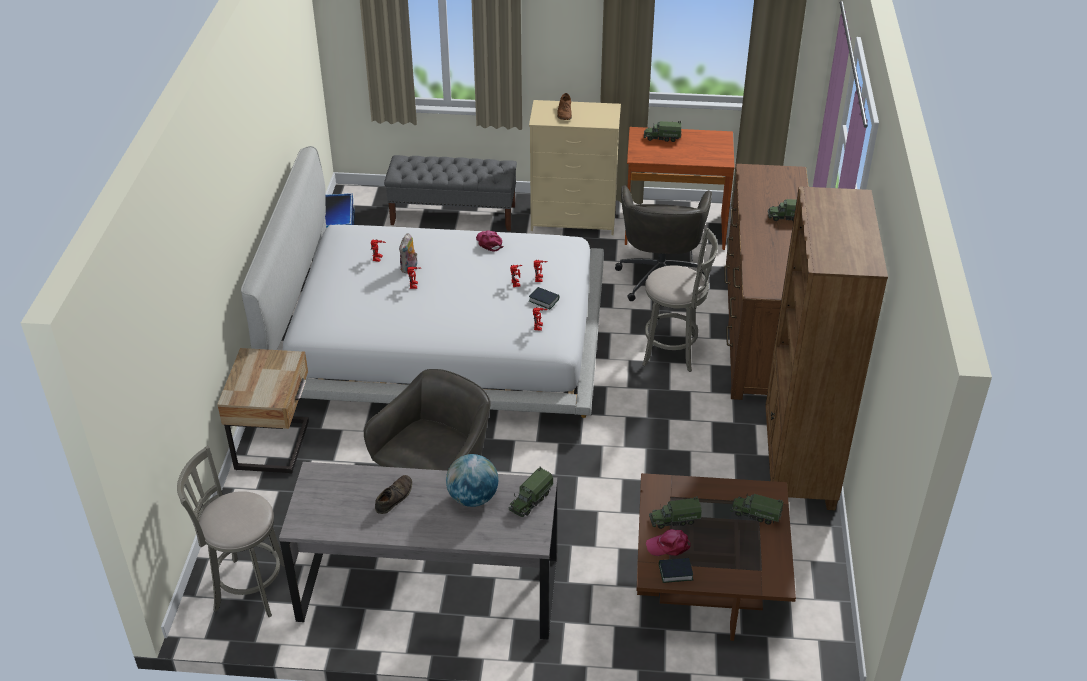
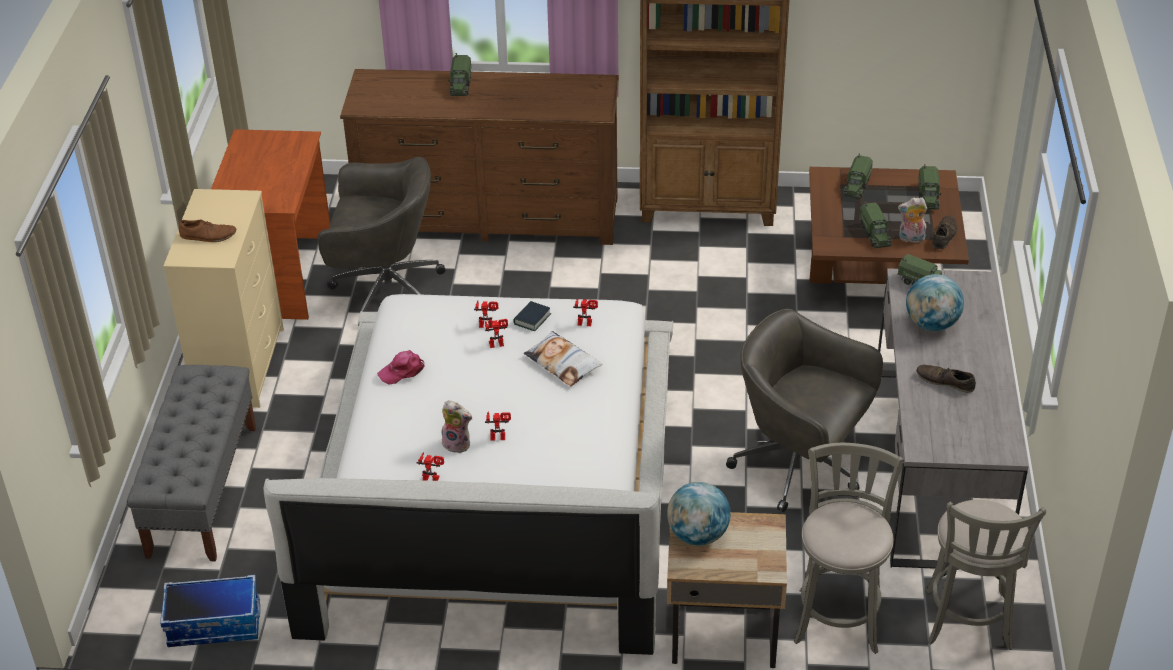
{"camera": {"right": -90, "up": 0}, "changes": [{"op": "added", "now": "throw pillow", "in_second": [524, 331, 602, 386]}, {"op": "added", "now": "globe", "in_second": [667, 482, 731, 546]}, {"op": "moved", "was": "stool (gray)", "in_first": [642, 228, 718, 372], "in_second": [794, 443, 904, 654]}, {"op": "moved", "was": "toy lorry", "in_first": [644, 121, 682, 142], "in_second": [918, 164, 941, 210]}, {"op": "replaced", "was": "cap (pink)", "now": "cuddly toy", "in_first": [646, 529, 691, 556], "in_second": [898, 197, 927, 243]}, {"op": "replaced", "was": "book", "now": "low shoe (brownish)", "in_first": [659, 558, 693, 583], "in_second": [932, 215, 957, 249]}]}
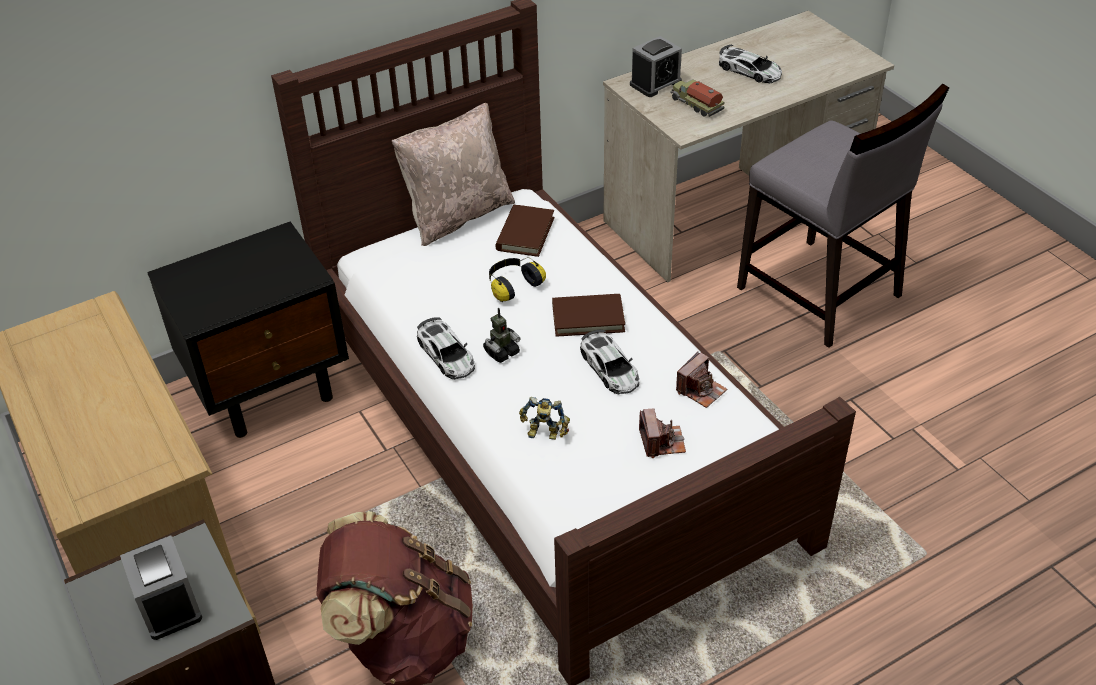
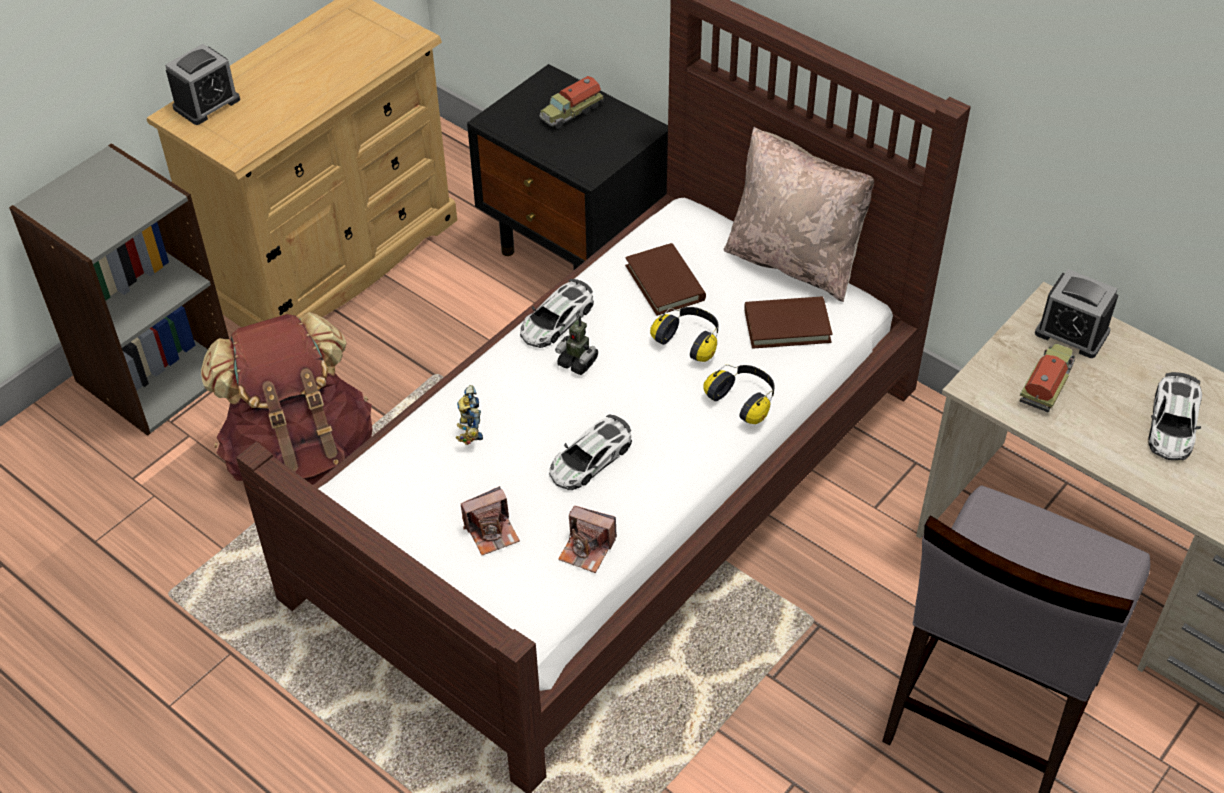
{"camera": {"right": 70, "up": 5}, "changes": [{"op": "added", "now": "toy lorry", "in_second": [539, 76, 604, 129]}, {"op": "added", "now": "pair of headphones", "in_second": [703, 365, 775, 424]}, {"op": "moved", "was": "bedside clock", "in_first": [120, 536, 202, 640], "in_second": [165, 44, 240, 125]}, {"op": "moved", "was": "book (brownish)", "in_first": [552, 294, 625, 337], "in_second": [625, 243, 706, 316]}]}
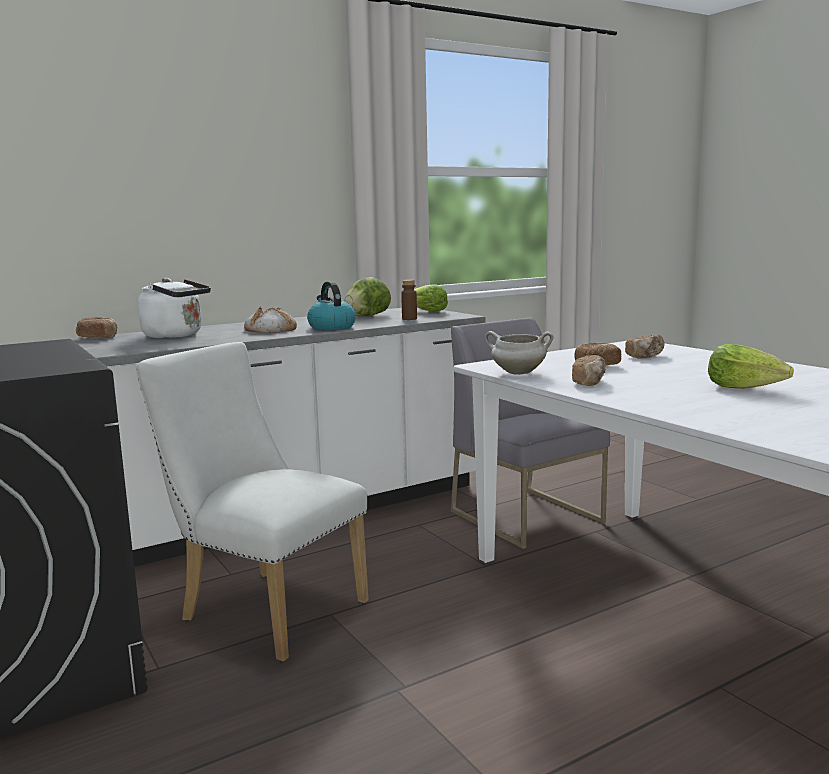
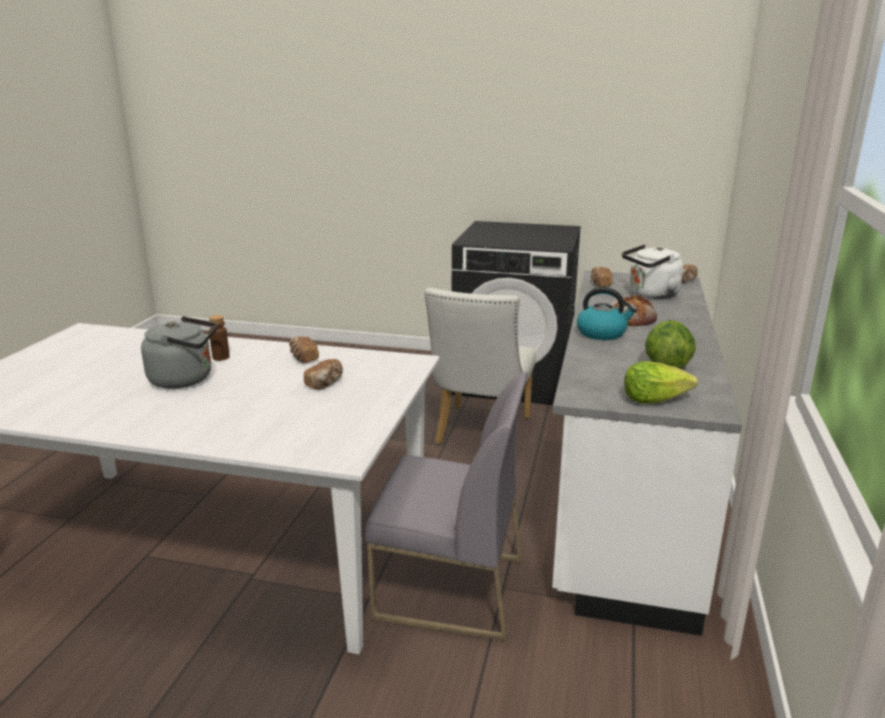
{"camera": {"right": 135, "up": 10}, "changes": [{"op": "removed", "was": "stockpot (white)", "in_first": [485, 331, 554, 375]}, {"op": "moved", "was": "beverage bottle (brownish)", "in_first": [401, 280, 417, 320], "in_second": [209, 315, 230, 361]}, {"op": "moved", "was": "bakery bread", "in_first": [625, 334, 665, 359], "in_second": [591, 267, 613, 287]}, {"op": "replaced", "was": "lettuce", "now": "kettle (gray)", "in_first": [708, 344, 794, 389], "in_second": [141, 316, 217, 389]}, {"op": "turned", "was": "plain chair (white)", "in_first": [136, 342, 369, 662], "in_second": [425, 288, 536, 444], "clockwise": 120}]}
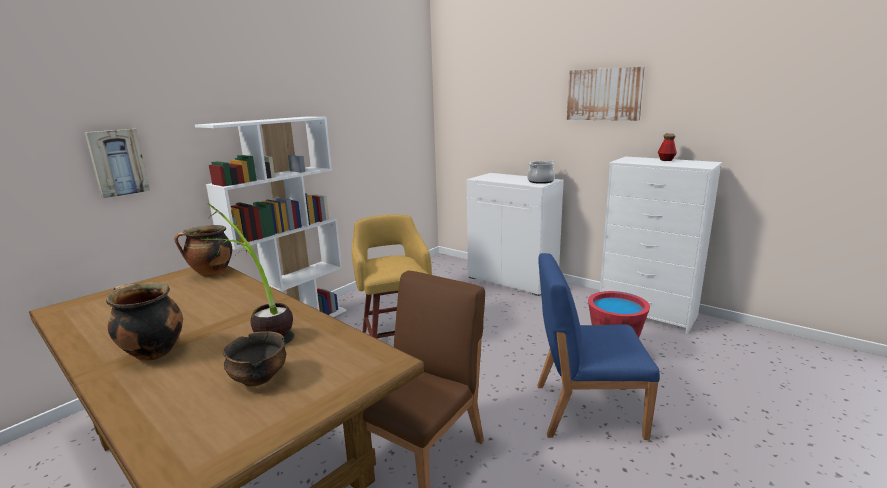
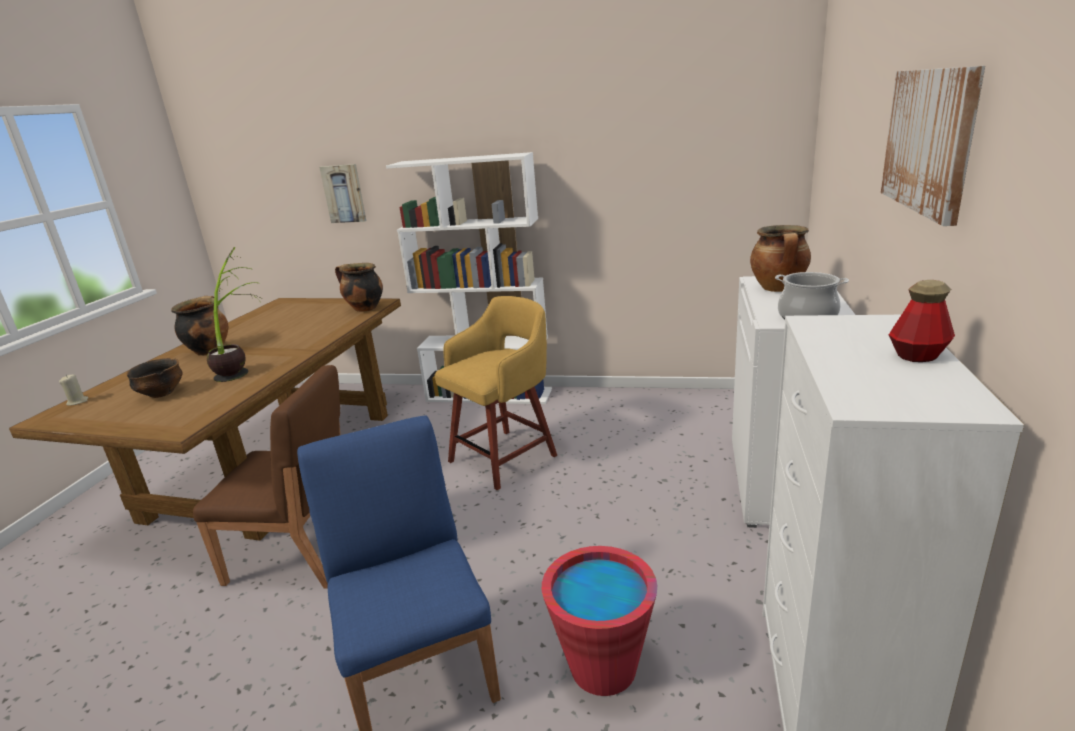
{"camera": {"right": 65, "up": 5}, "changes": [{"op": "added", "now": "wax candle (beige-coloured)", "in_second": [59, 374, 88, 406]}, {"op": "added", "now": "stockpot", "in_second": [750, 225, 811, 292]}]}
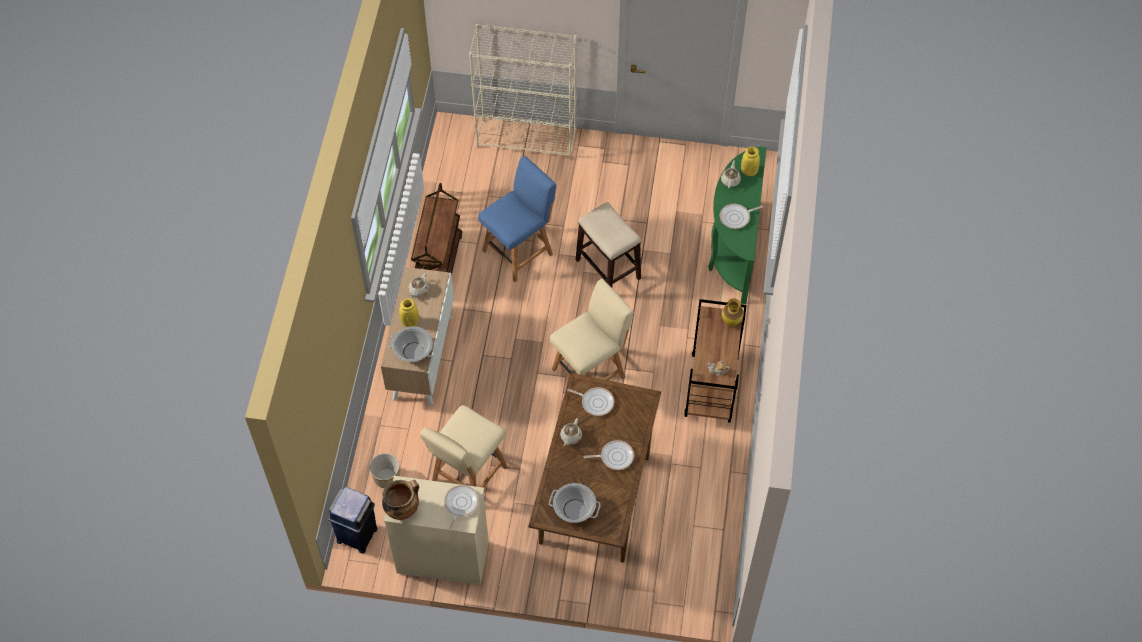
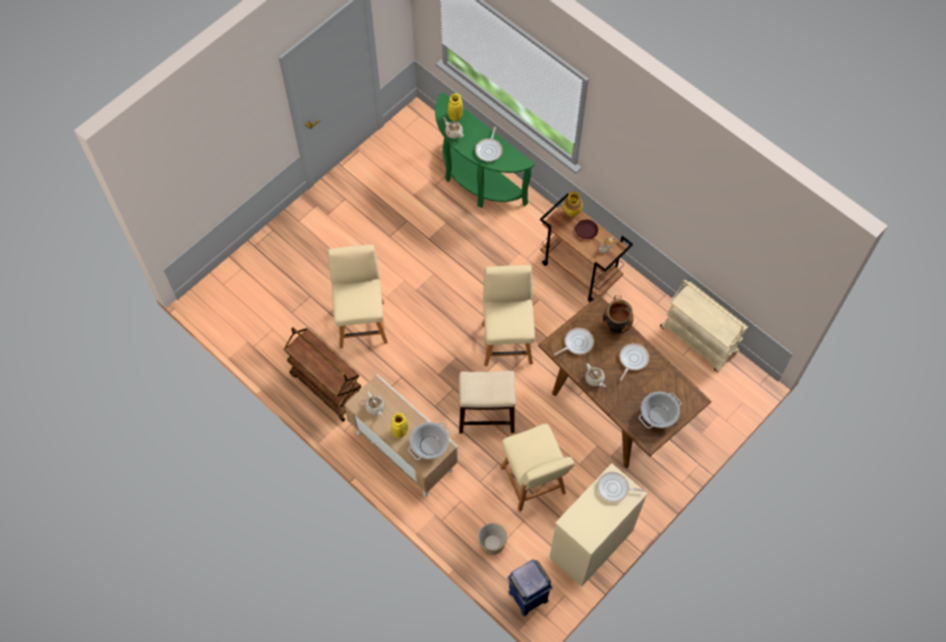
{"camera": {"right": -55, "up": 5}, "changes": [{"op": "removed", "was": "bookshelf (beige-coloured)", "in_first": [469, 24, 577, 159]}, {"op": "added", "now": "dinner plate (brownish)", "in_second": [575, 219, 598, 239]}, {"op": "added", "now": "cart (beige-coloured)", "in_second": [660, 280, 748, 372]}, {"op": "moved", "was": "stockpot", "in_first": [382, 480, 419, 520], "in_second": [603, 295, 634, 333]}, {"op": "moved", "was": "stool", "in_first": [576, 202, 641, 287], "in_second": [459, 371, 516, 434]}, {"op": "recoloured", "was": "plain chair (blue)", "now": "plain chair (beige-coloured)", "in_first": [478, 156, 556, 282], "in_second": [328, 245, 388, 348]}, {"op": "turned", "was": "frying pan", "in_first": [444, 485, 479, 531], "in_second": [597, 472, 646, 502], "clockwise": -45}]}
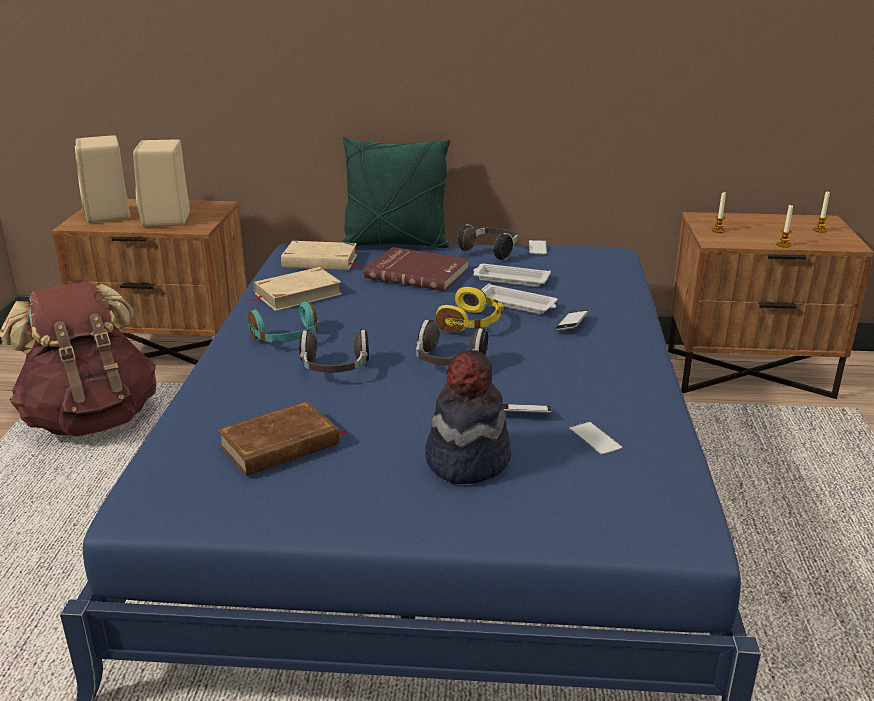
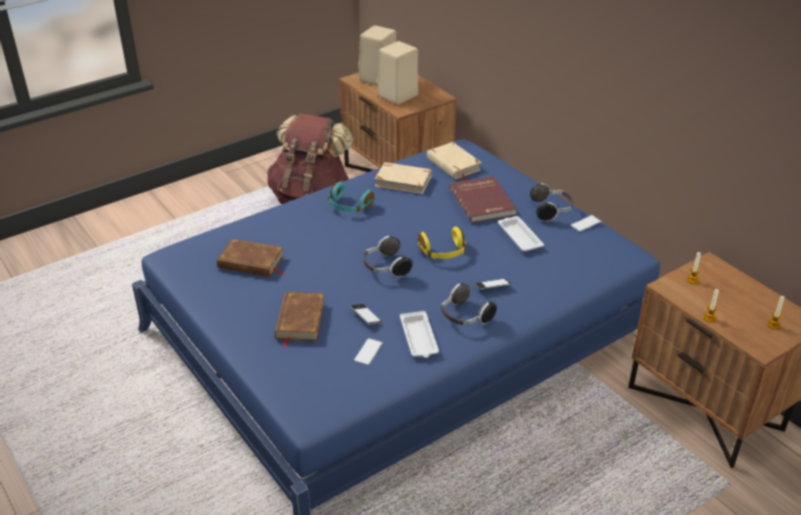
{"camera": {"right": 50, "up": 10}, "changes": [{"op": "removed", "was": "throw pillow (green)", "in_first": [341, 137, 450, 248]}, {"op": "moved", "was": "pair of headphones", "in_first": [299, 329, 369, 373], "in_second": [441, 283, 497, 325]}, {"op": "moved", "was": "carrying tray (white)", "in_first": [481, 283, 557, 314], "in_second": [400, 311, 439, 358]}, {"op": "replaced", "was": "hat", "now": "book (brownish)", "in_first": [425, 350, 511, 484], "in_second": [275, 292, 325, 348]}]}
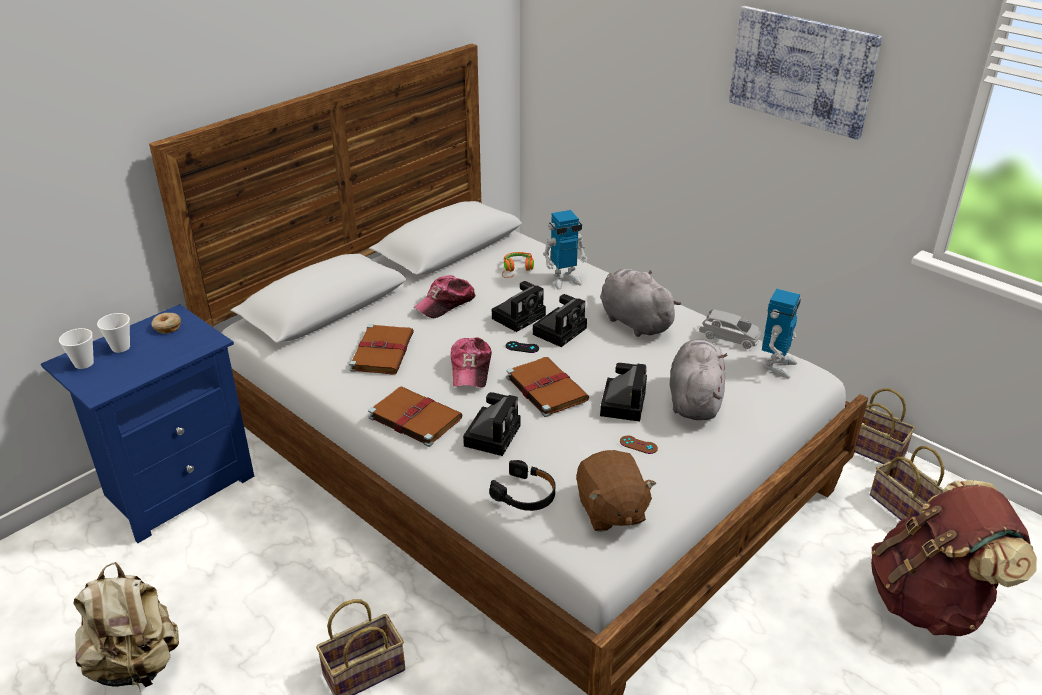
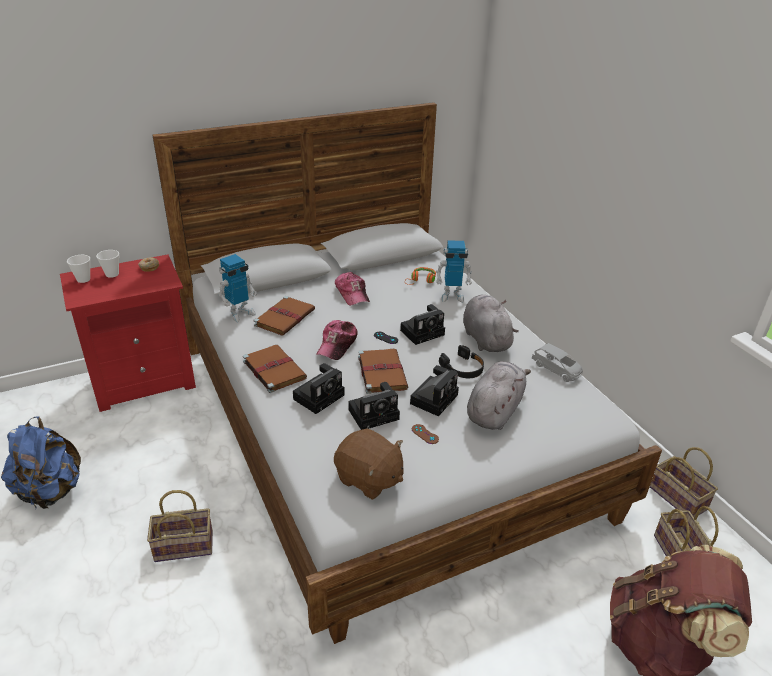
{"camera": {"right": 20, "up": 0}, "changes": [{"op": "removed", "was": "wall art", "in_first": [729, 6, 882, 140]}, {"op": "moved", "was": "pair of headphones (black)", "in_first": [489, 460, 555, 511], "in_second": [439, 345, 484, 378]}, {"op": "moved", "was": "photo camera", "in_first": [492, 281, 546, 332], "in_second": [348, 382, 400, 430]}, {"op": "moved", "was": "model robot", "in_first": [762, 289, 801, 378], "in_second": [218, 254, 257, 322]}, {"op": "recoloured", "was": "night table (blue)", "now": "night table (red)", "in_first": [41, 304, 254, 543], "in_second": [60, 255, 196, 412]}, {"op": "recoloured", "was": "knapsack (beige-coloured)", "now": "knapsack (blue)", "in_first": [73, 562, 179, 689], "in_second": [1, 416, 81, 509]}, {"op": "turned", "was": "cap", "in_first": [413, 275, 476, 318], "in_second": [335, 272, 370, 306], "clockwise": -90}, {"op": "turned", "was": "cuddly toy (brownish)", "in_first": [576, 450, 656, 532], "in_second": [334, 428, 403, 500], "clockwise": -60}]}
